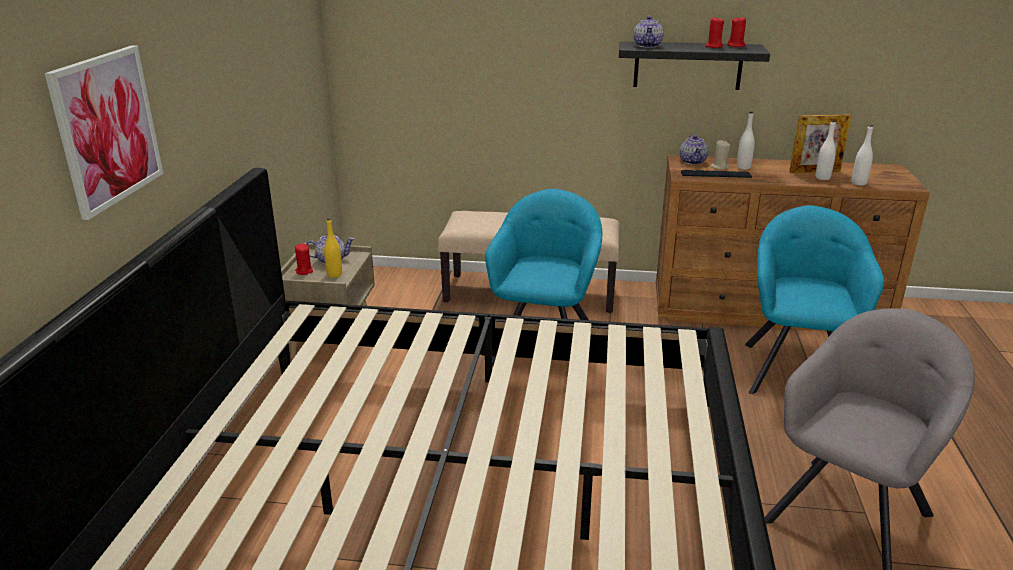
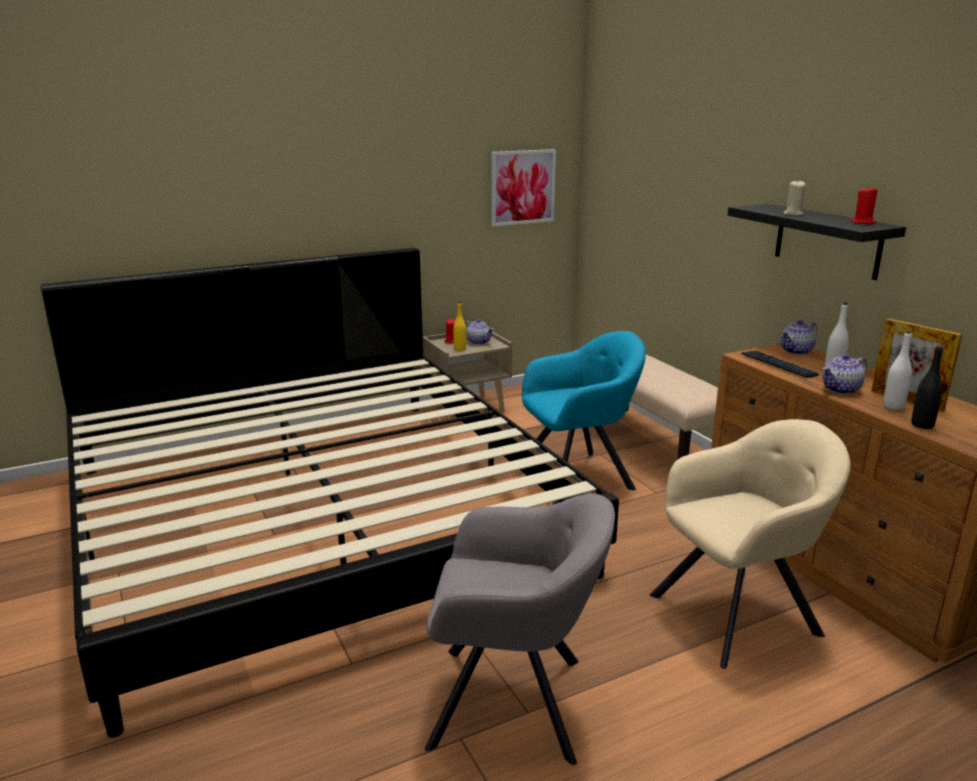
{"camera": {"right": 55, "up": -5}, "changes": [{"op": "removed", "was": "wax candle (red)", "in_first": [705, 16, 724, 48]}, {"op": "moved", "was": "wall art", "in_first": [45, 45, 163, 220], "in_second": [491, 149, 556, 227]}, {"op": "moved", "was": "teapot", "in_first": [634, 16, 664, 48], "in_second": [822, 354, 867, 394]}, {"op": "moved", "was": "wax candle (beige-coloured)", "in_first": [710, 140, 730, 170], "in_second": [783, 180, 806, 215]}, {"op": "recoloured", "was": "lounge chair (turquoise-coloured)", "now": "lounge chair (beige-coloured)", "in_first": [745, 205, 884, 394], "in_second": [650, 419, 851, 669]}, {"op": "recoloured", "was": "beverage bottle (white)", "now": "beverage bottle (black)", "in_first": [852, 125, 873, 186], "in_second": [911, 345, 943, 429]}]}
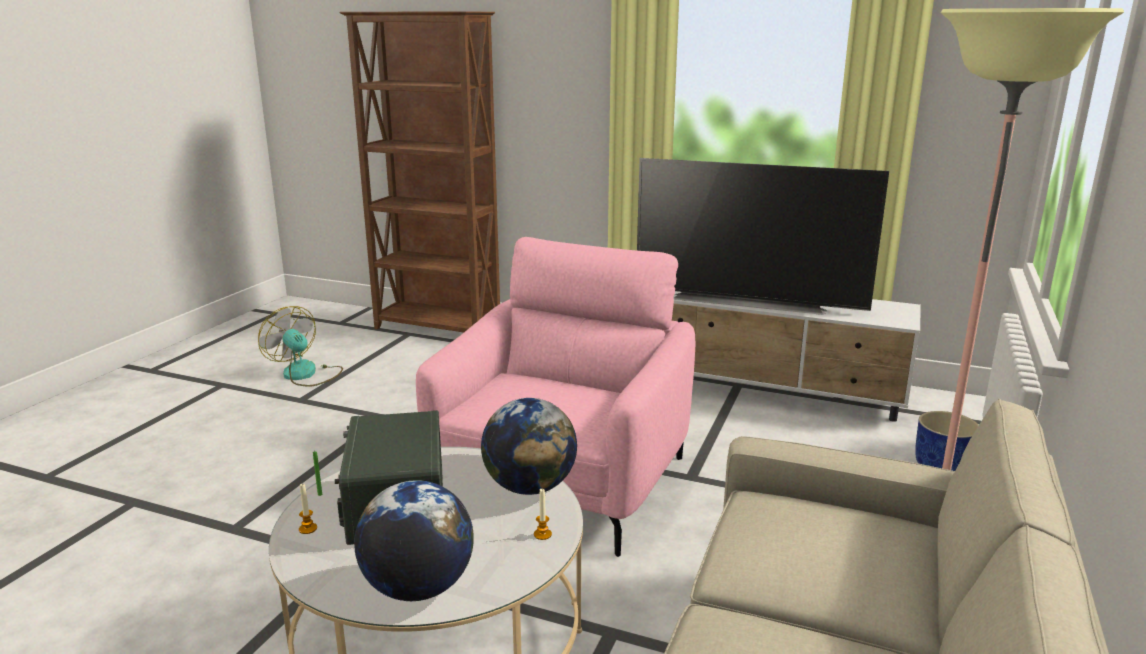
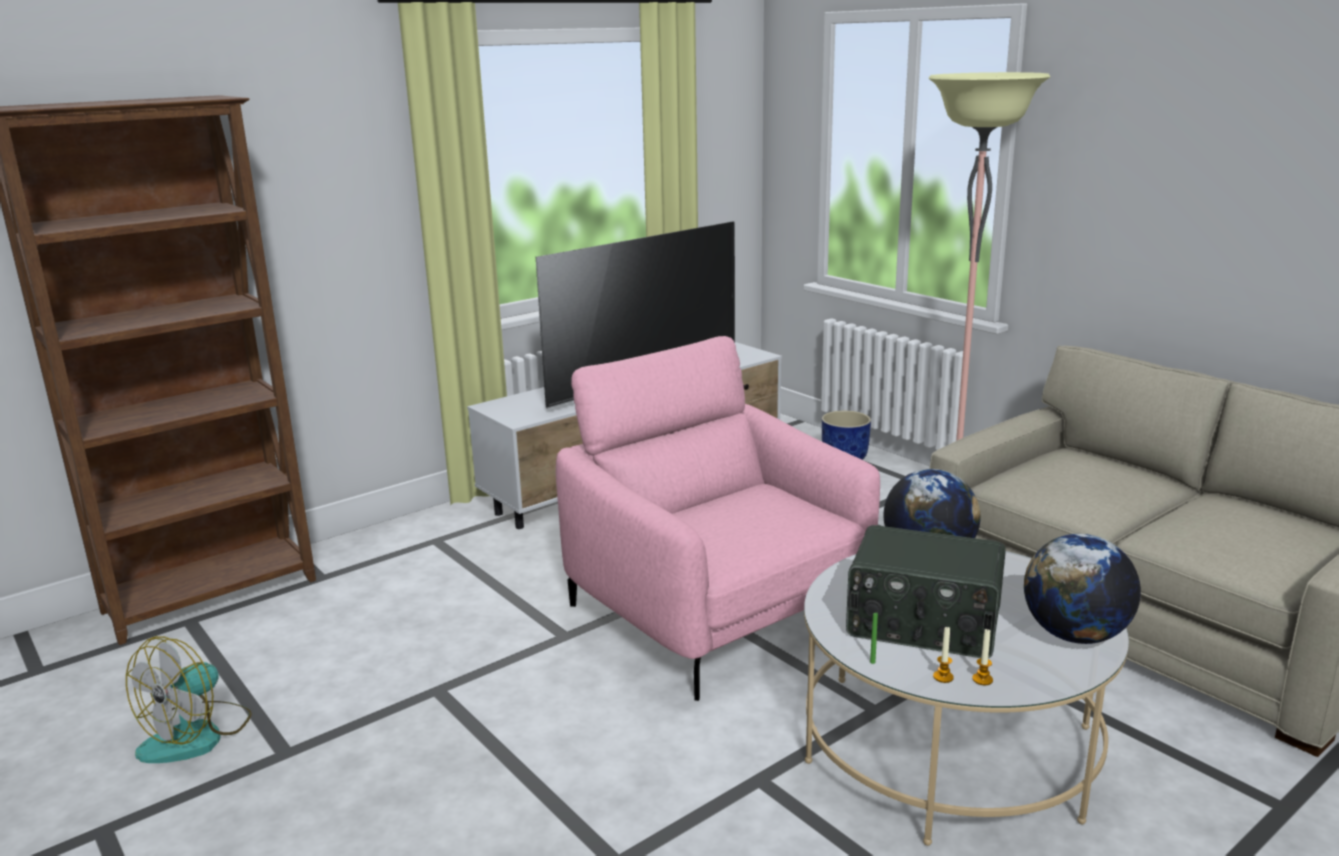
{"camera": {"right": -60, "up": 0}, "changes": [{"op": "moved", "was": "wax candle", "in_first": [534, 489, 552, 540], "in_second": [972, 628, 993, 685]}, {"op": "turned", "was": "fan", "in_first": [258, 306, 343, 387], "in_second": [126, 636, 252, 763], "clockwise": -45}]}
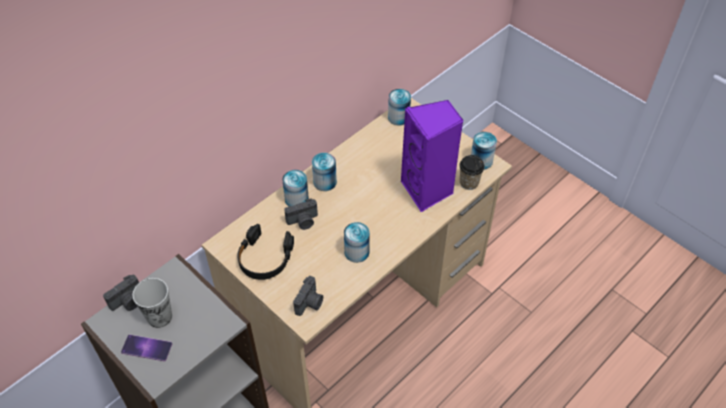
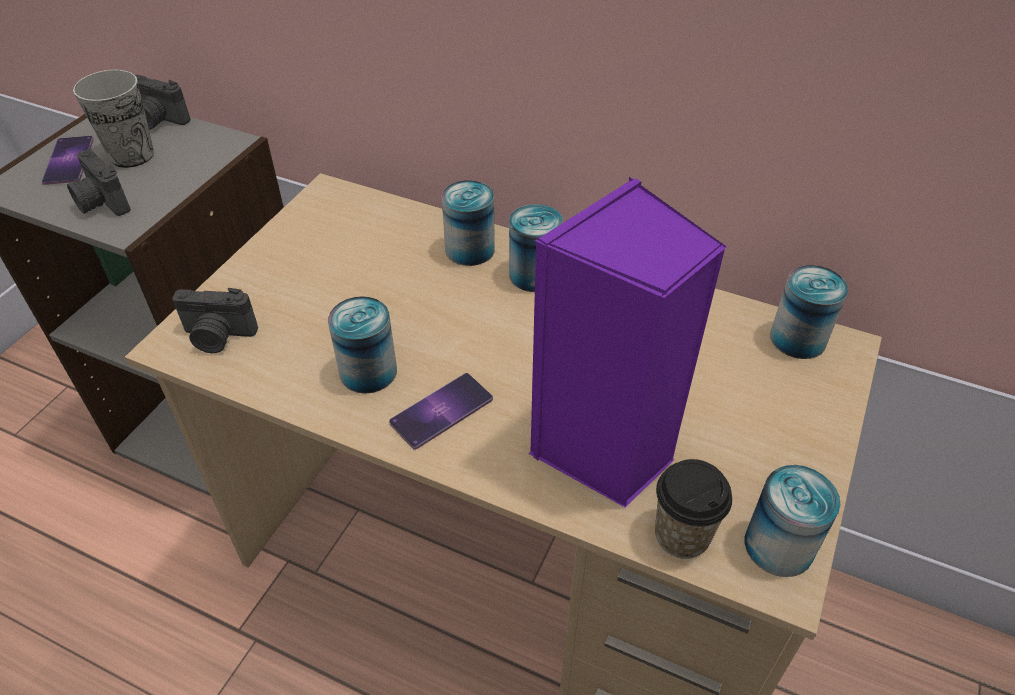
{"camera": {"right": 70, "up": -5}, "changes": [{"op": "removed", "was": "pair of headphones (black)", "in_first": [237, 224, 294, 280]}, {"op": "added", "now": "phone", "in_second": [389, 373, 493, 450]}, {"op": "moved", "was": "photo camera", "in_first": [284, 198, 318, 230], "in_second": [67, 149, 131, 216]}]}
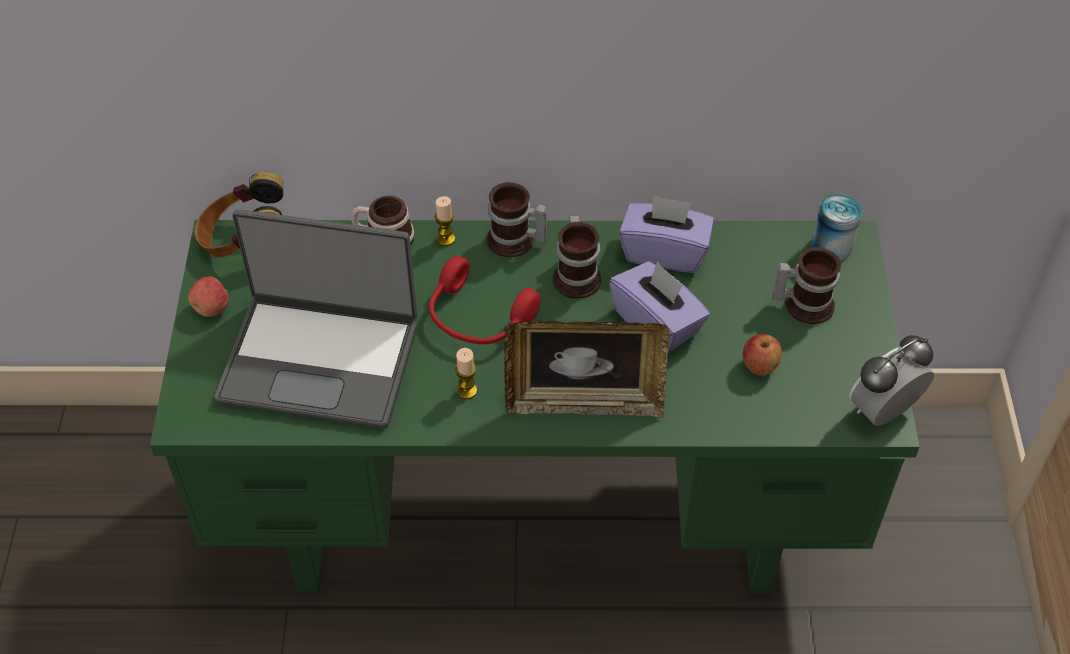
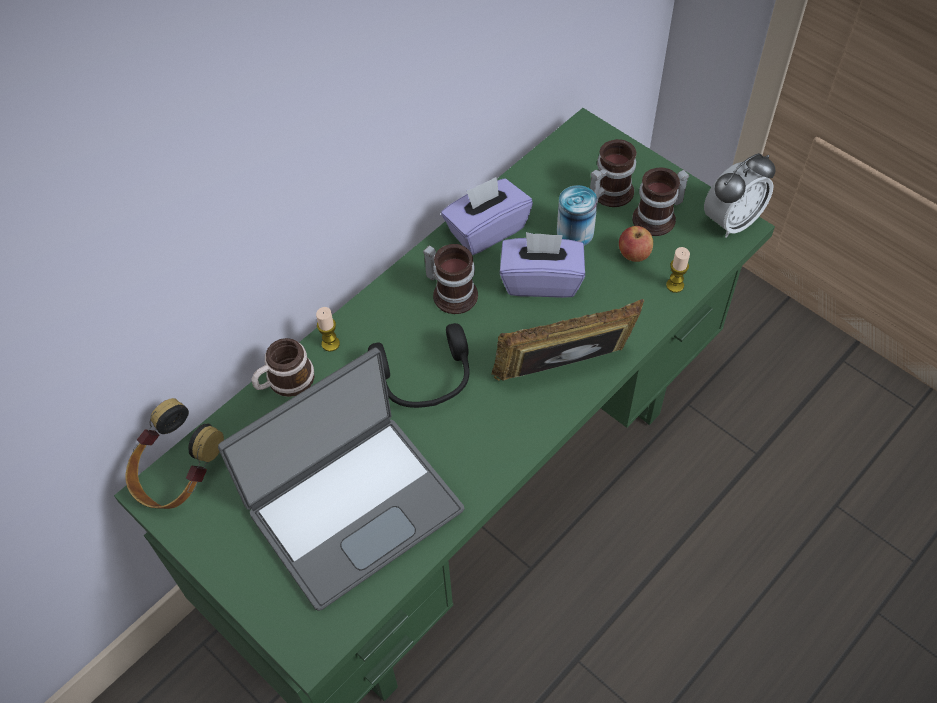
{"camera": {"right": -45, "up": 5}, "changes": [{"op": "removed", "was": "apple", "in_first": [188, 276, 229, 317]}, {"op": "moved", "was": "wax candle", "in_first": [455, 348, 477, 399], "in_second": [666, 247, 690, 293]}, {"op": "moved", "was": "coffee mug", "in_first": [486, 182, 547, 257], "in_second": [632, 167, 689, 236]}, {"op": "moved", "was": "sealed can", "in_first": [812, 194, 862, 261], "in_second": [557, 185, 598, 246]}, {"op": "recoloured", "was": "pair of headphones (red)", "now": "pair of headphones (black)", "in_first": [429, 256, 541, 344], "in_second": [368, 323, 470, 408]}, {"op": "turned", "was": "standing frame", "in_first": [504, 321, 670, 418], "in_second": [492, 299, 644, 381], "clockwise": -150}, {"op": "turned", "was": "bedside clock", "in_first": [849, 335, 934, 426], "in_second": [704, 153, 776, 238], "clockwise": -135}]}
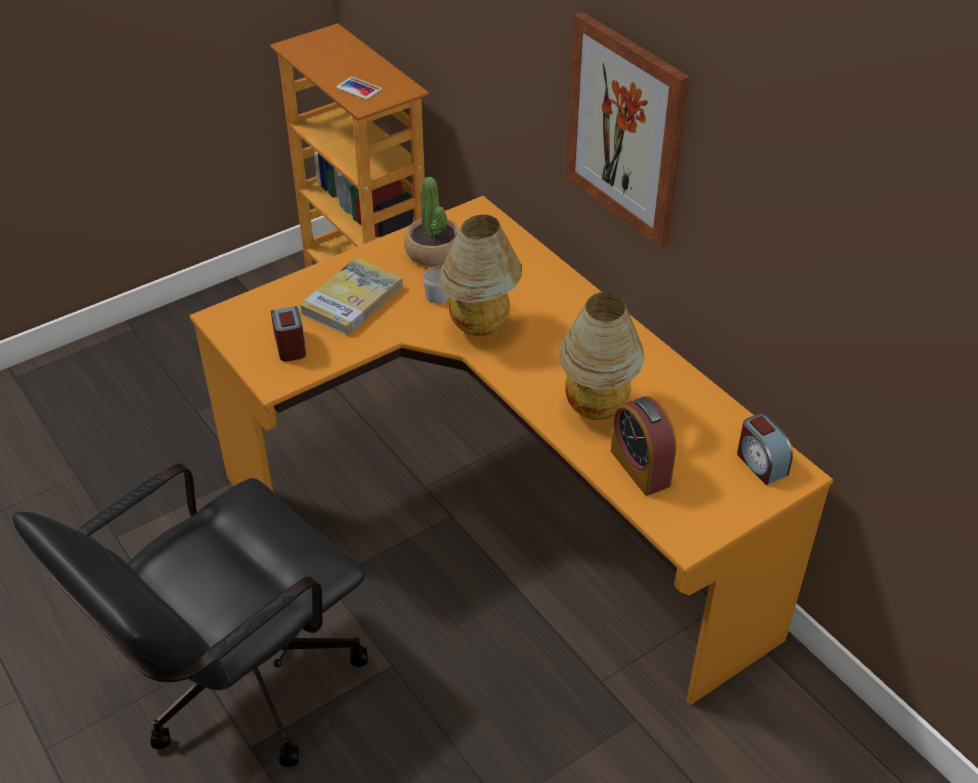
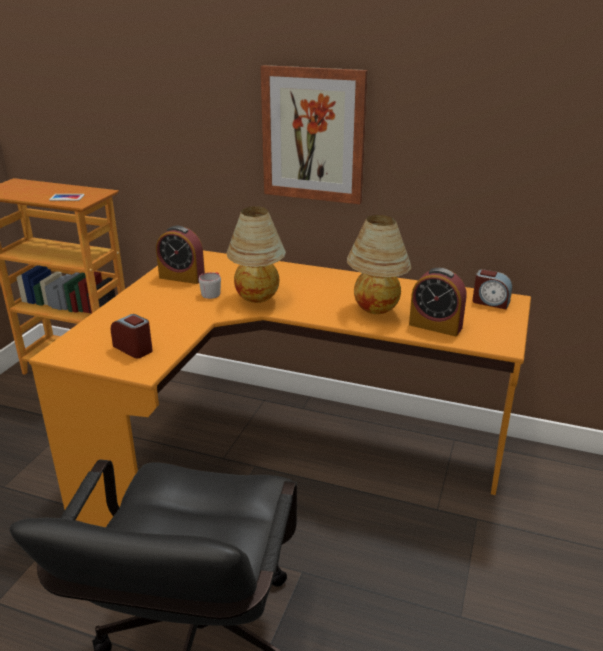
{"camera": {"right": -35, "up": -15}, "changes": [{"op": "removed", "was": "book", "in_first": [299, 258, 403, 336]}, {"op": "replaced", "was": "potted plant", "now": "bedside clock", "in_first": [404, 177, 460, 266], "in_second": [156, 226, 205, 284]}]}
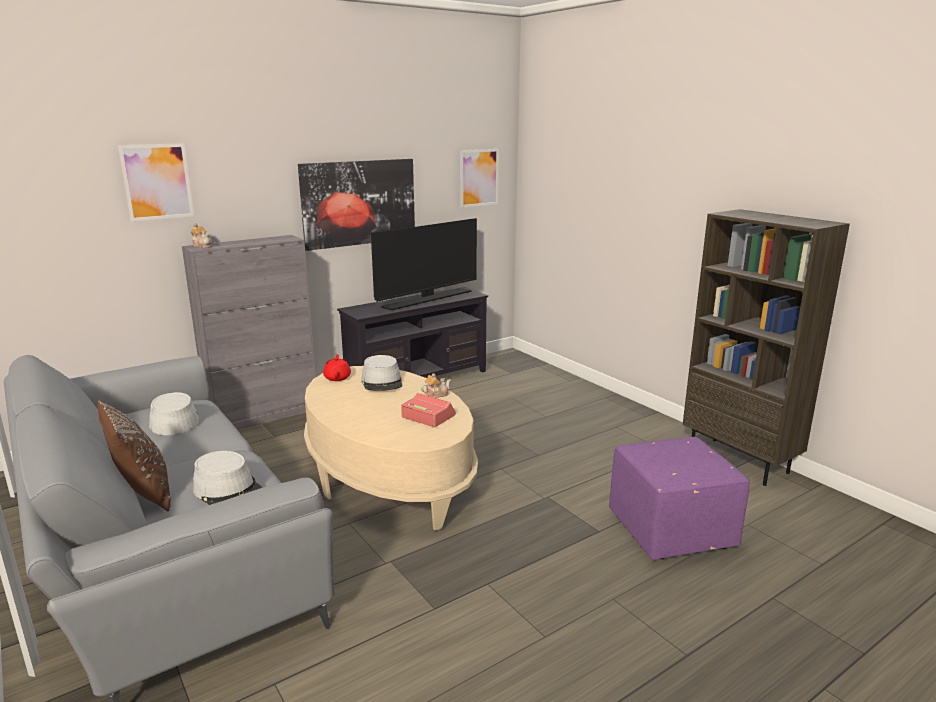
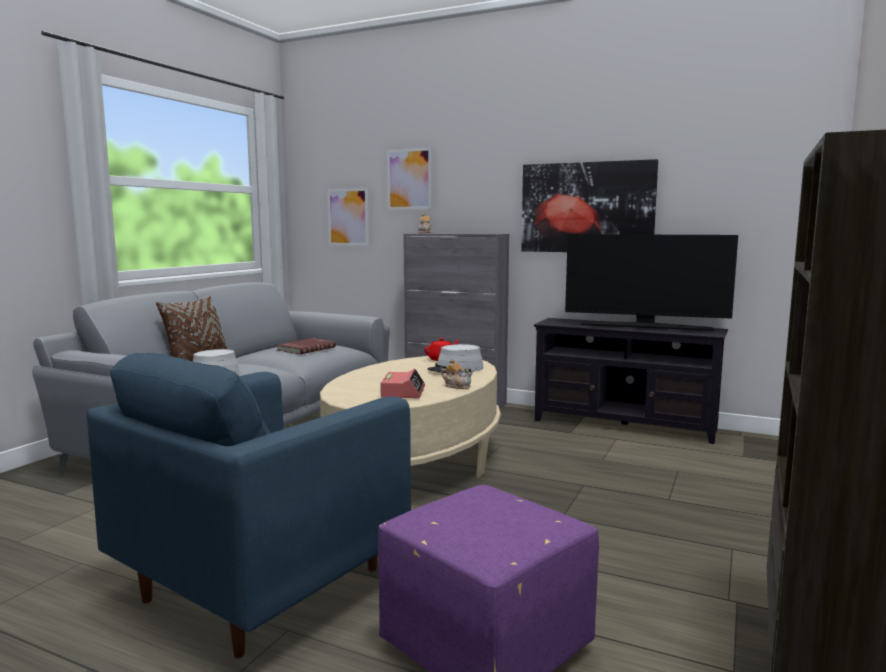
{"camera": {"right": 60, "up": -10}, "changes": [{"op": "added", "now": "lounge chair (blue)", "in_second": [87, 353, 411, 658]}, {"op": "moved", "was": "wall art", "in_first": [460, 149, 499, 208], "in_second": [327, 188, 369, 246]}, {"op": "replaced", "was": "hat (gray)", "now": "book (red)", "in_first": [149, 392, 199, 435], "in_second": [277, 338, 336, 354]}]}
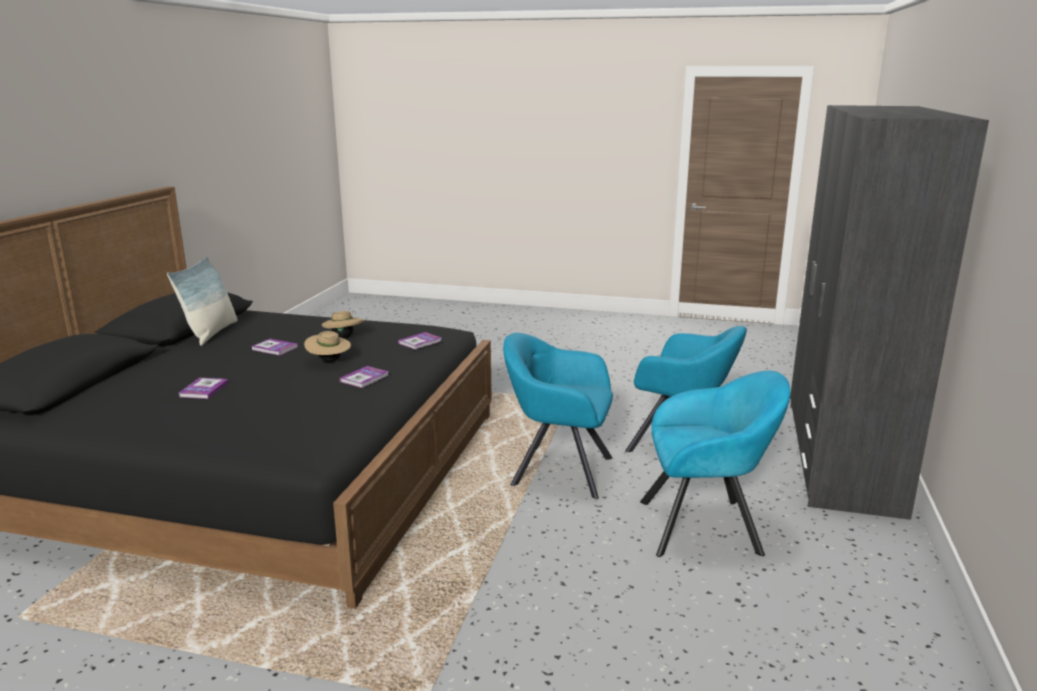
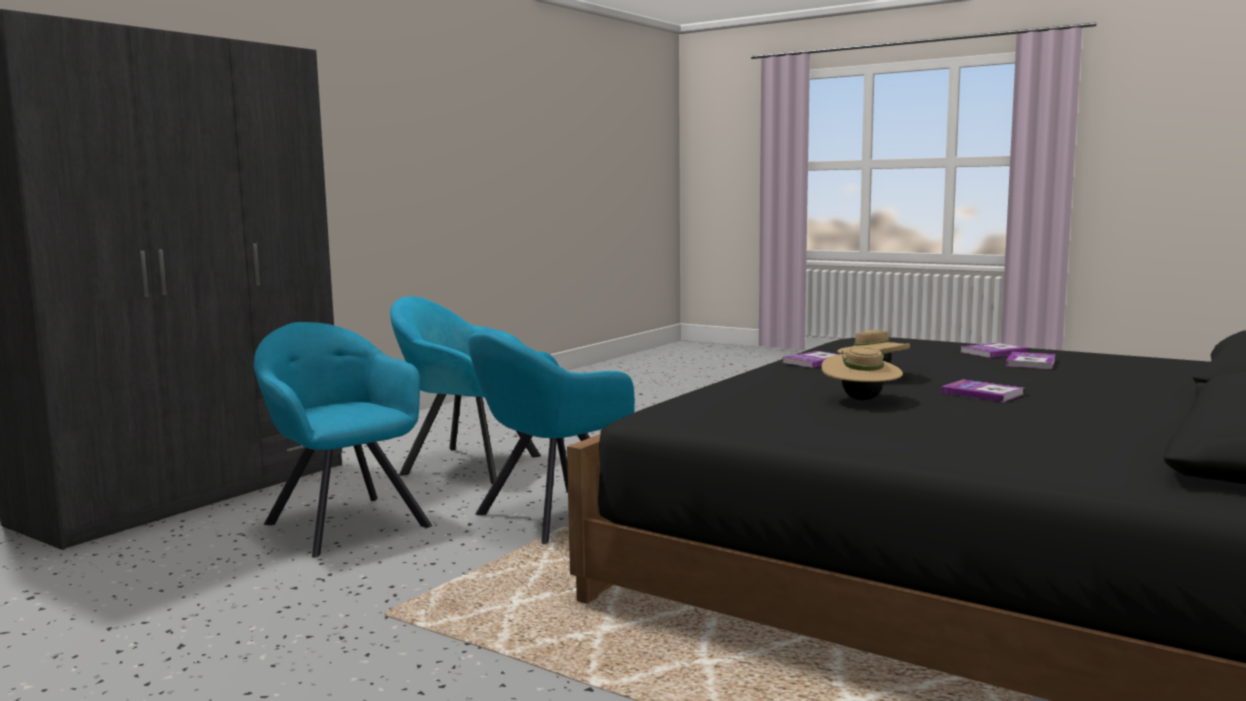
{"camera": {"right": -160, "up": -10}, "changes": [{"op": "removed", "was": "throw pillow", "in_first": [167, 256, 238, 346]}, {"op": "moved", "was": "book", "in_first": [398, 332, 441, 350], "in_second": [961, 342, 1028, 358]}, {"op": "turned", "was": "lounge chair (turquoise-coloured)", "in_first": [503, 333, 613, 499], "in_second": [468, 332, 635, 544], "clockwise": 105}]}
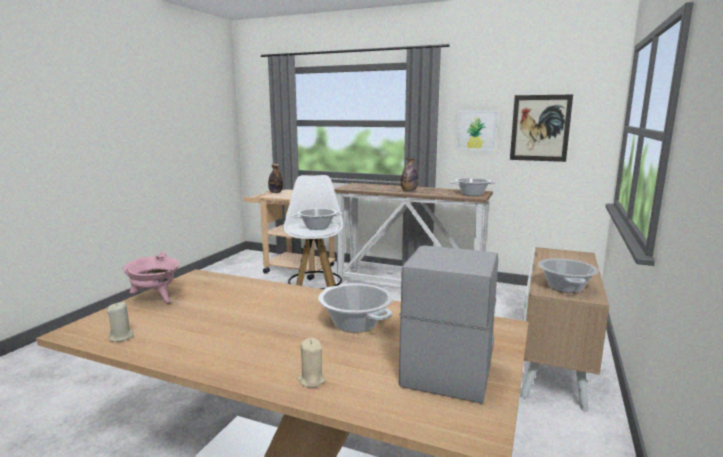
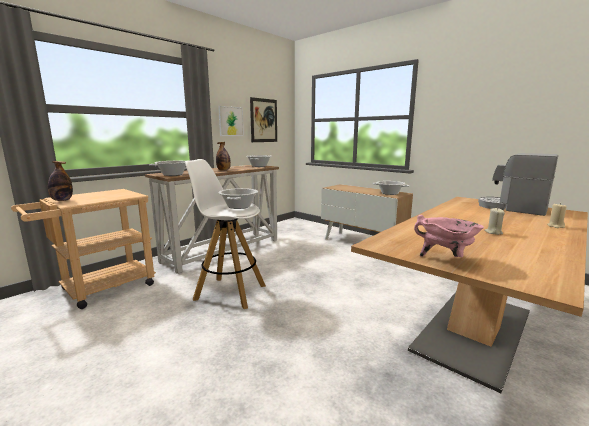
{"camera": {"right": -70, "up": 0}, "changes": [{"op": "moved", "was": "wax candle (beige-coloured)", "in_first": [107, 302, 134, 342], "in_second": [484, 208, 505, 235]}, {"op": "moved", "was": "stockpot", "in_first": [318, 284, 393, 333], "in_second": [149, 161, 186, 176]}]}
